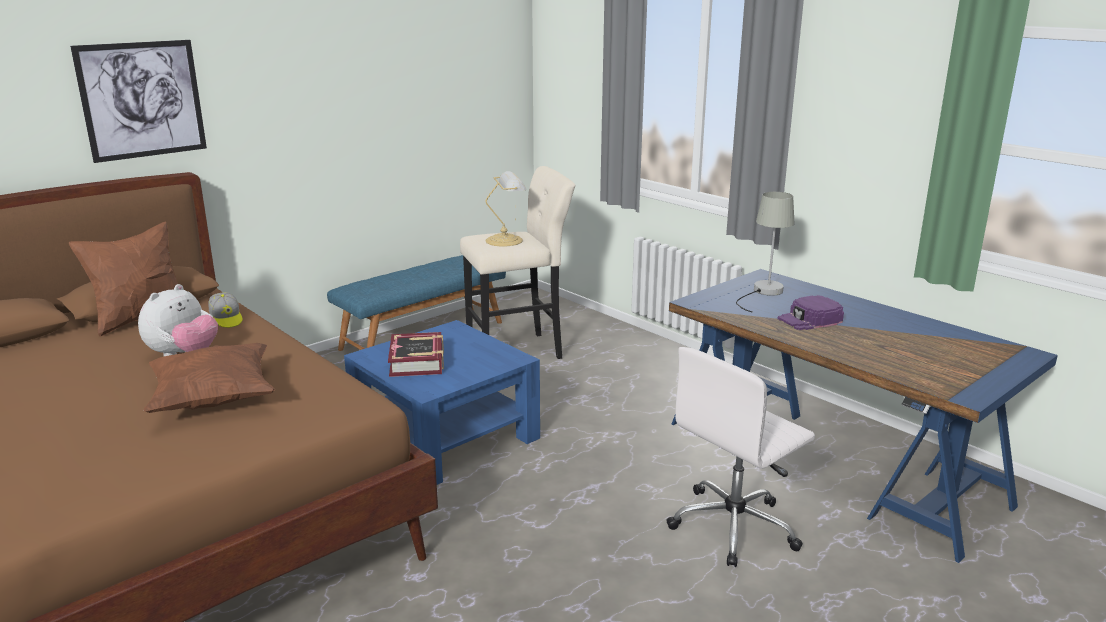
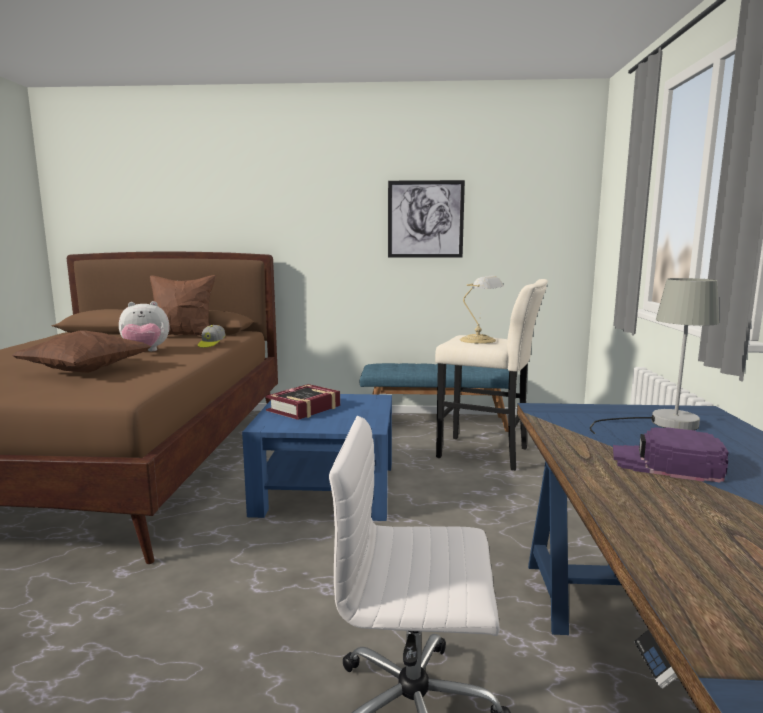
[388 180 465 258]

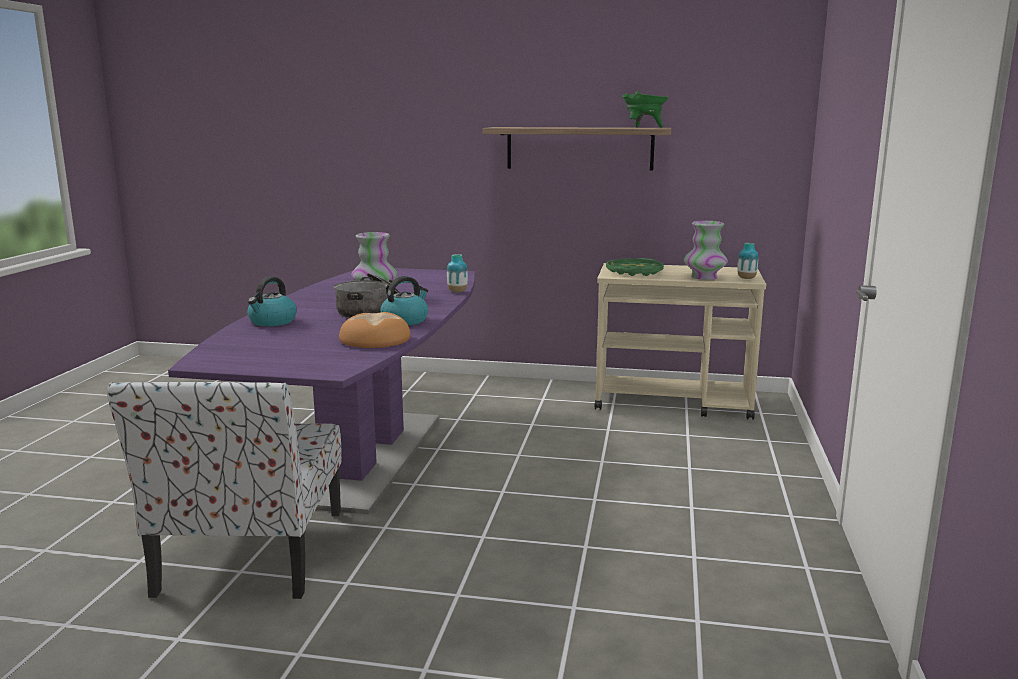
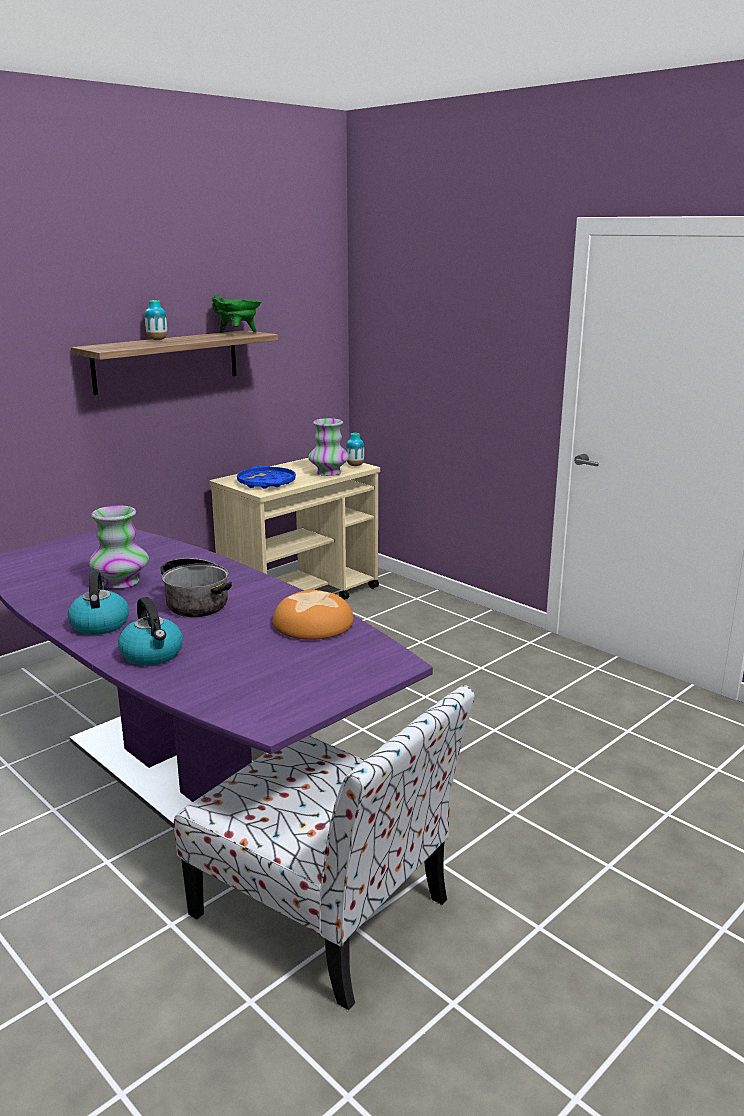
[68 571 129 635]
[145 300 167 340]
[237 466 296 489]

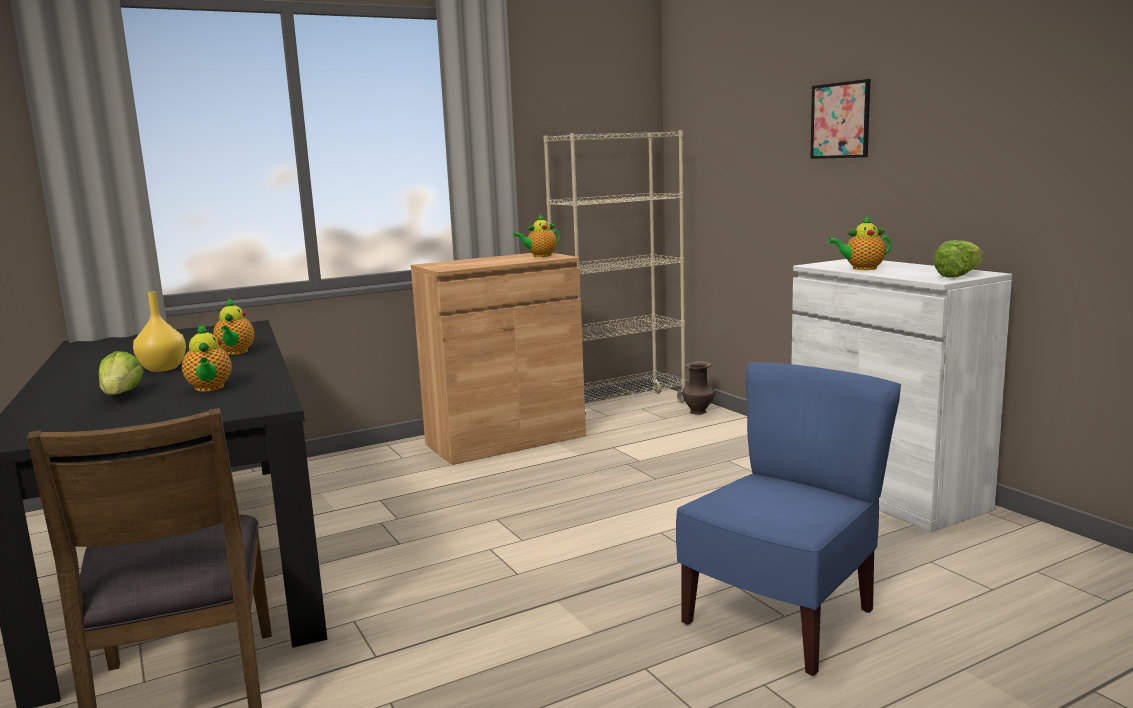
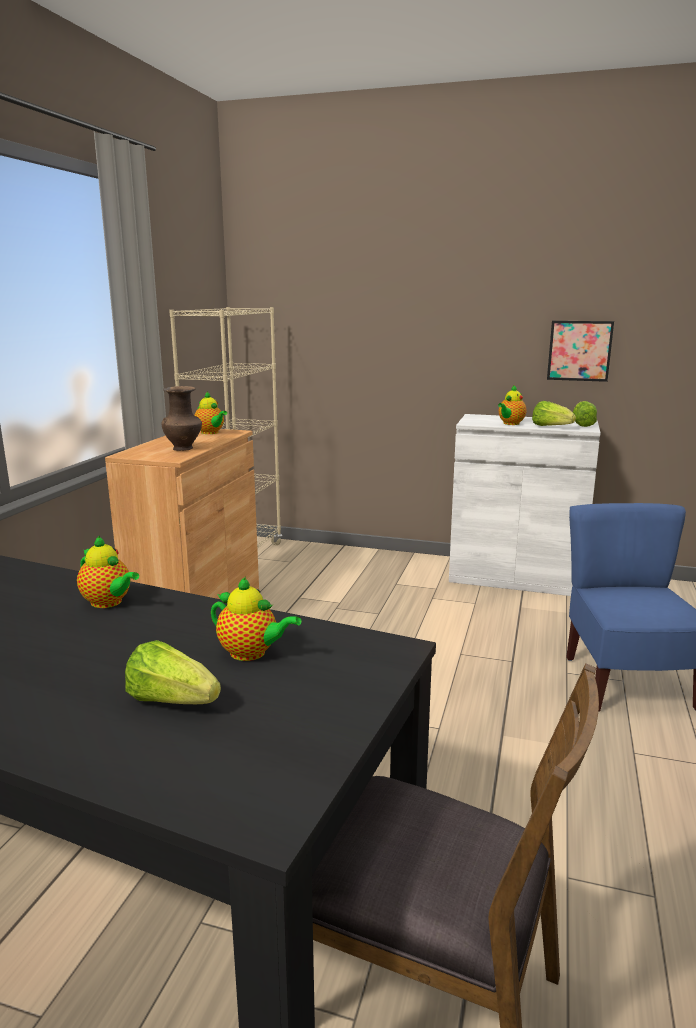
[133 291 186 372] (first image)
[194 391 227 434]
[162 386 202 451]
[547 321 614 382]
[532 401 576 426]

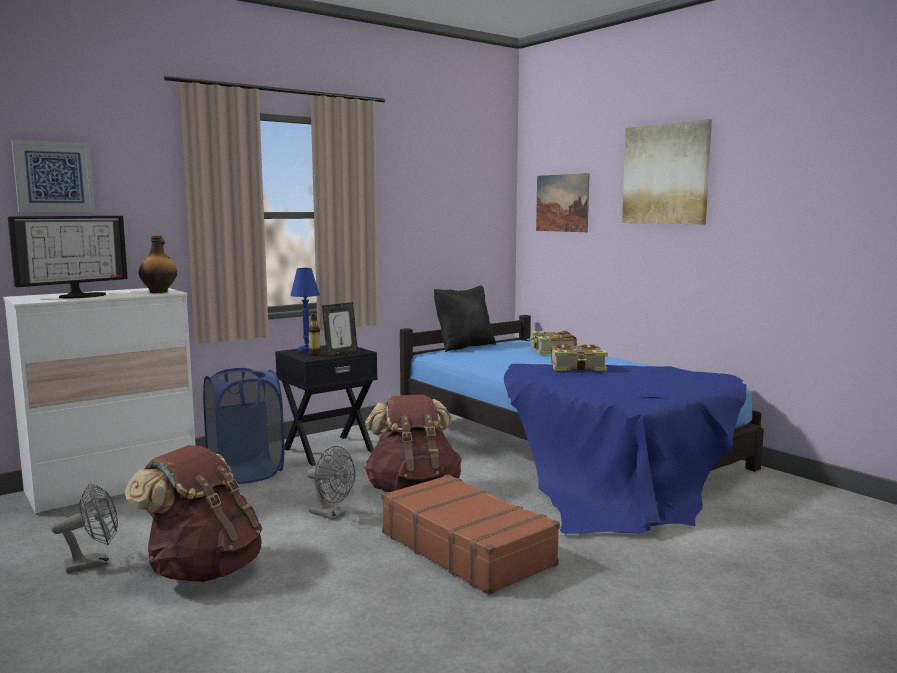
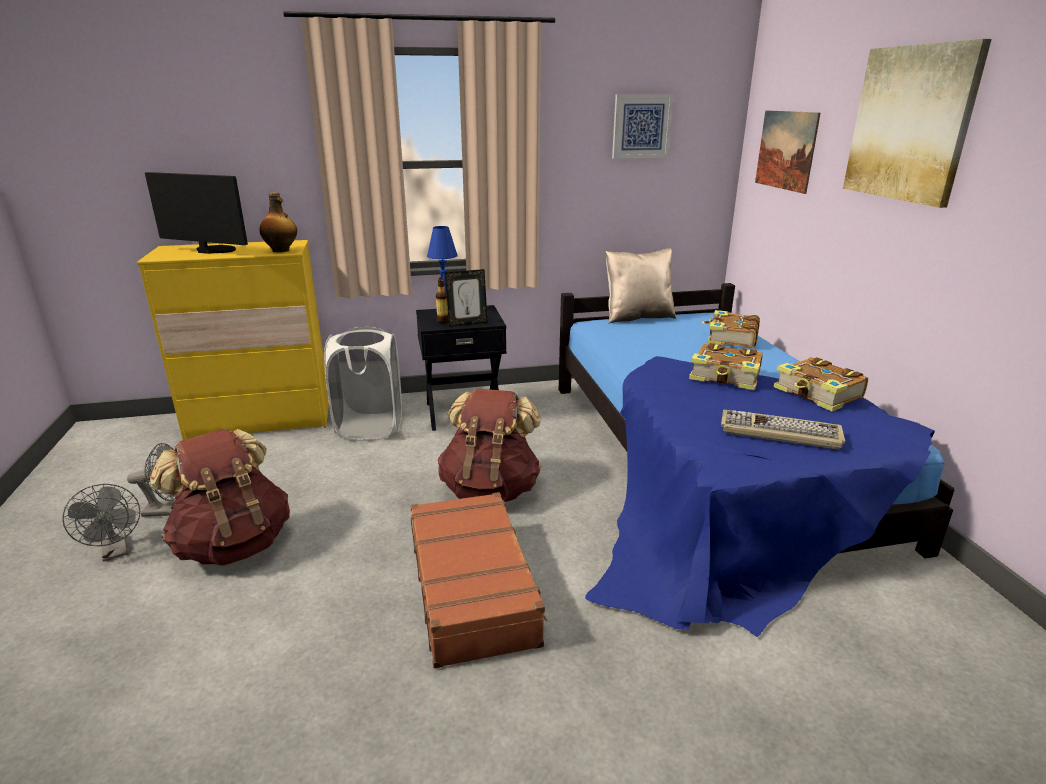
[137 240 329 440]
[145 172 248 254]
[612 94 674 159]
[324 327 402 441]
[62 484 140 561]
[606 248 676 323]
[721 410 845 449]
[774 357 868 411]

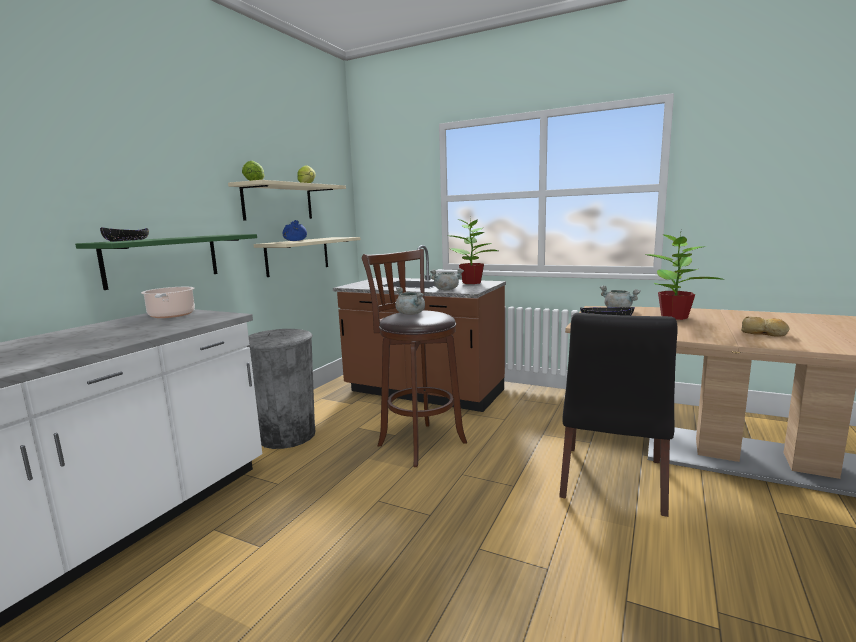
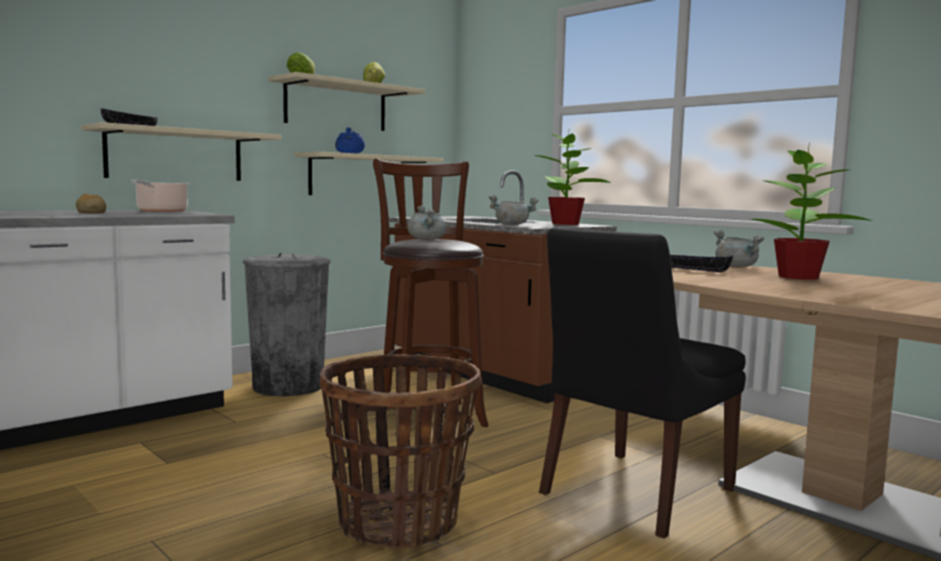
[81 122 281 181]
[76 194 106 213]
[320 354 482 549]

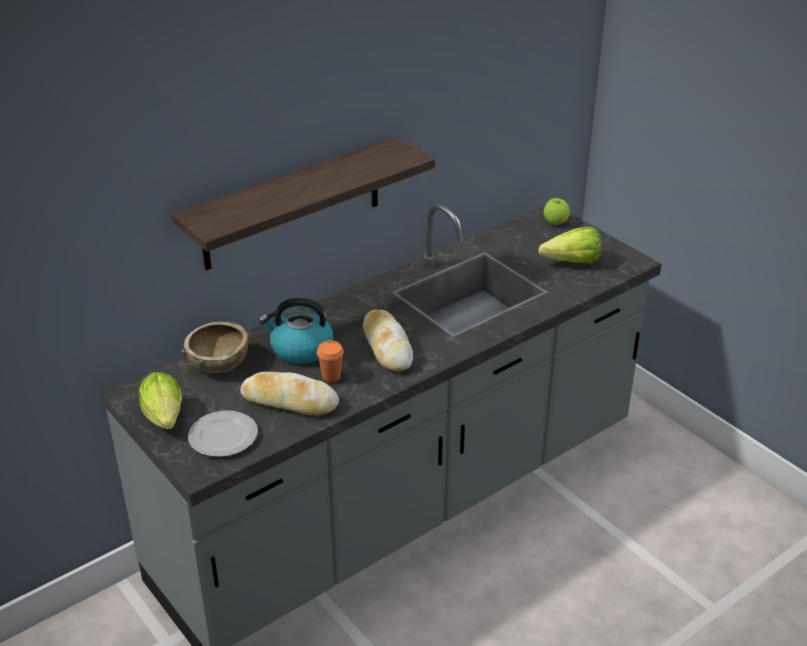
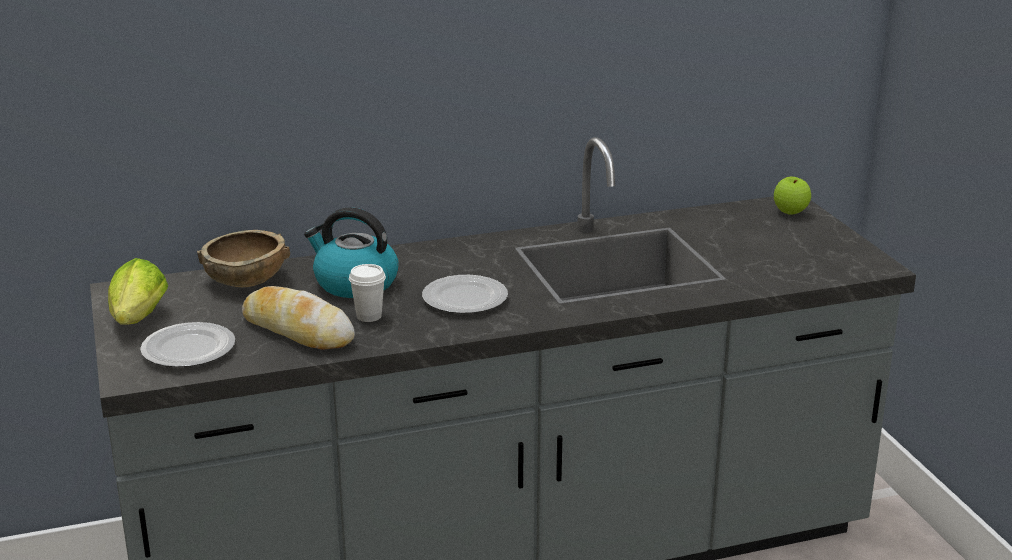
[171 137 435 270] (first image)
[349 264 386 322]
[422 275 508 314]
[539 227 601 263] (first image)

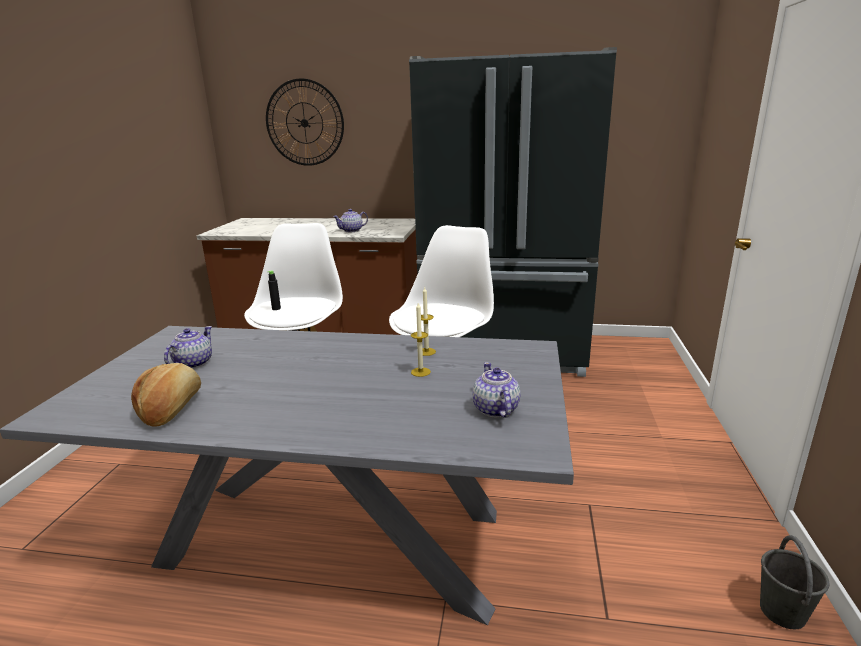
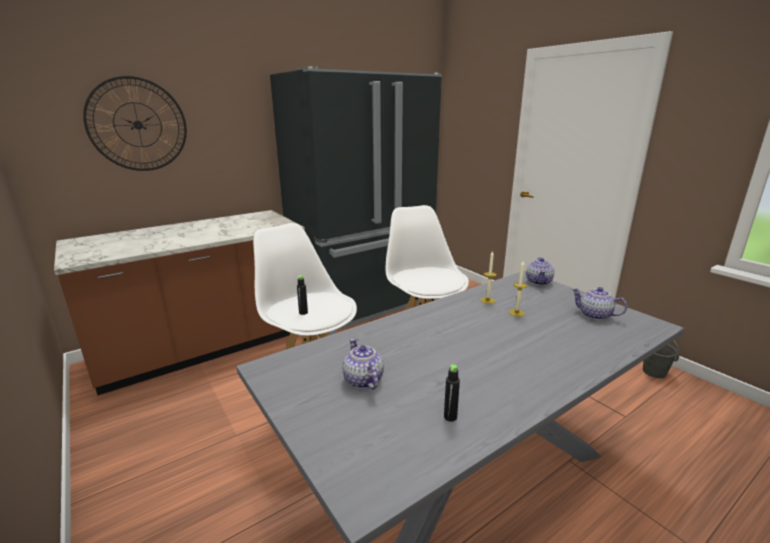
[444 364 460 422]
[526 257 554 285]

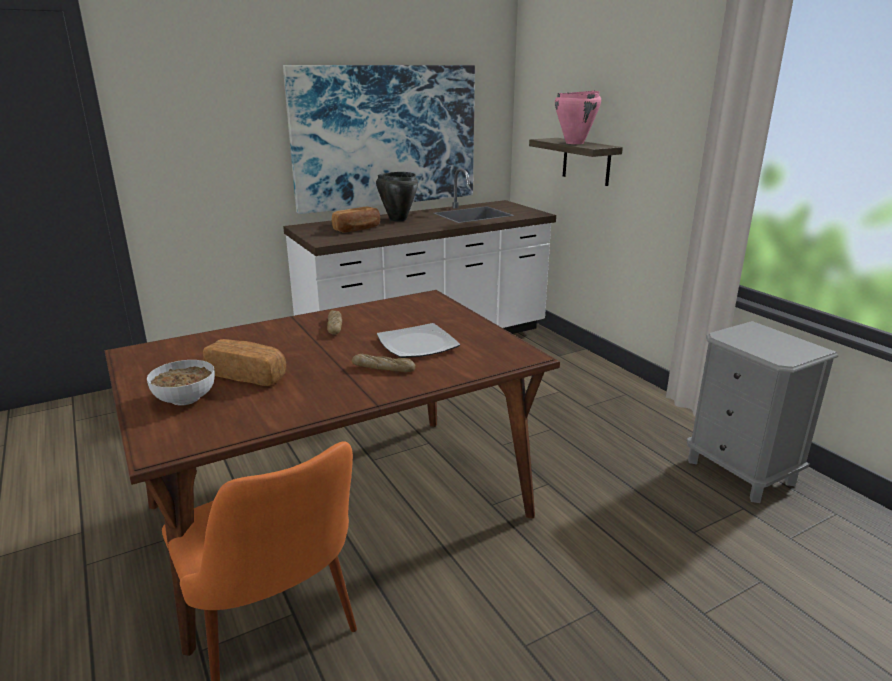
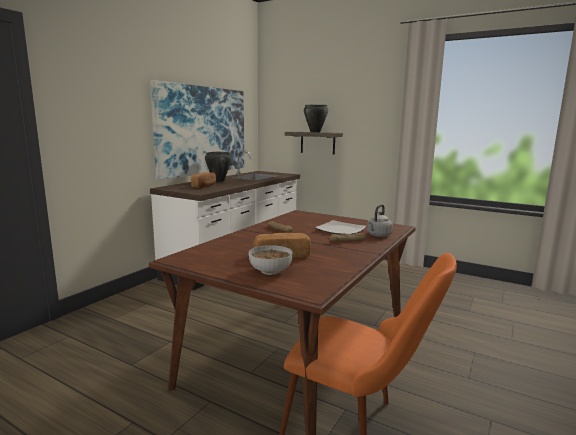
[304 104 328 132]
[687 321 838 503] (first image)
[367 205 393 237]

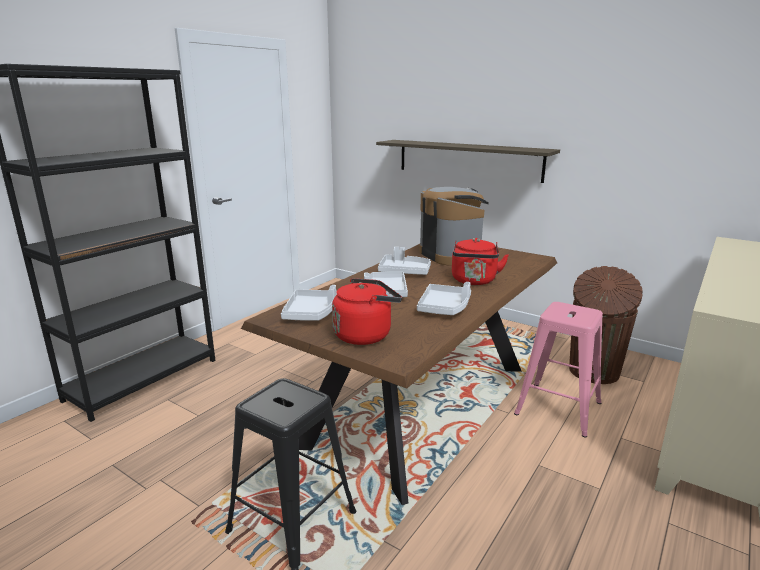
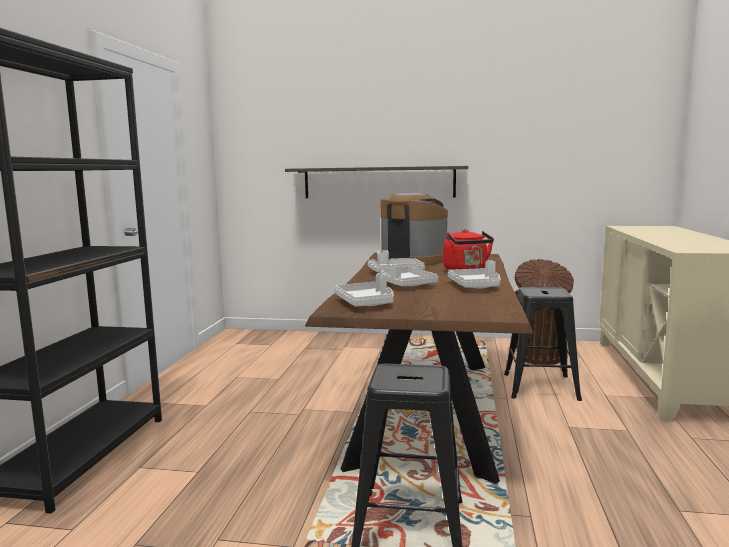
[332 278 402 345] (first image)
[504 287 582 401]

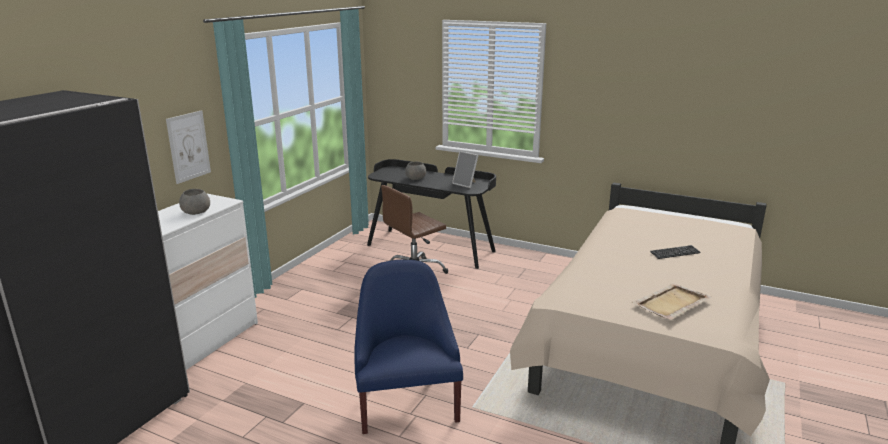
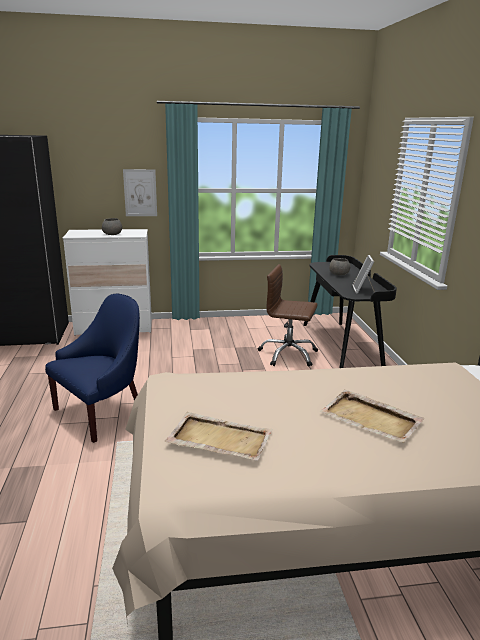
[320 390 424 443]

